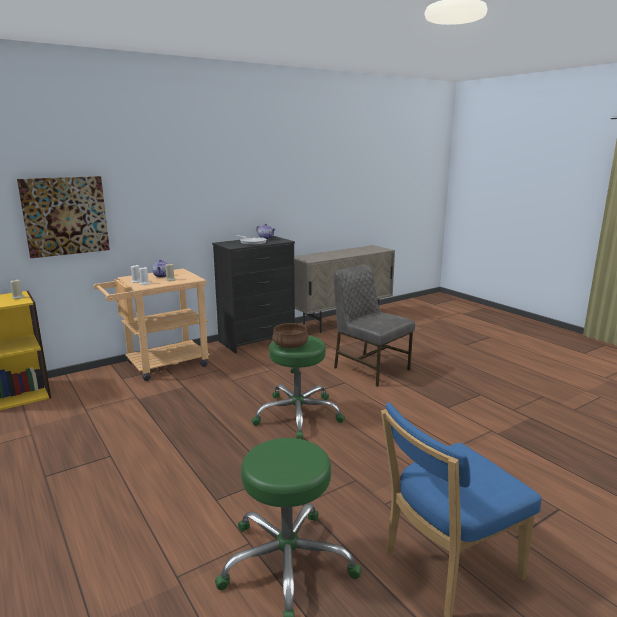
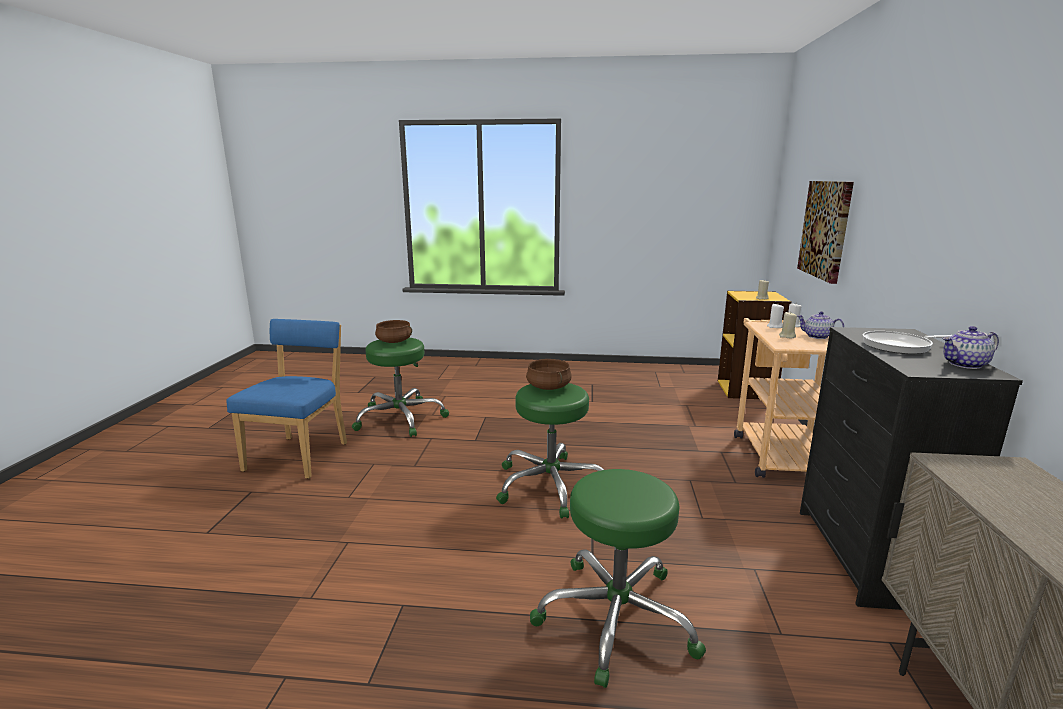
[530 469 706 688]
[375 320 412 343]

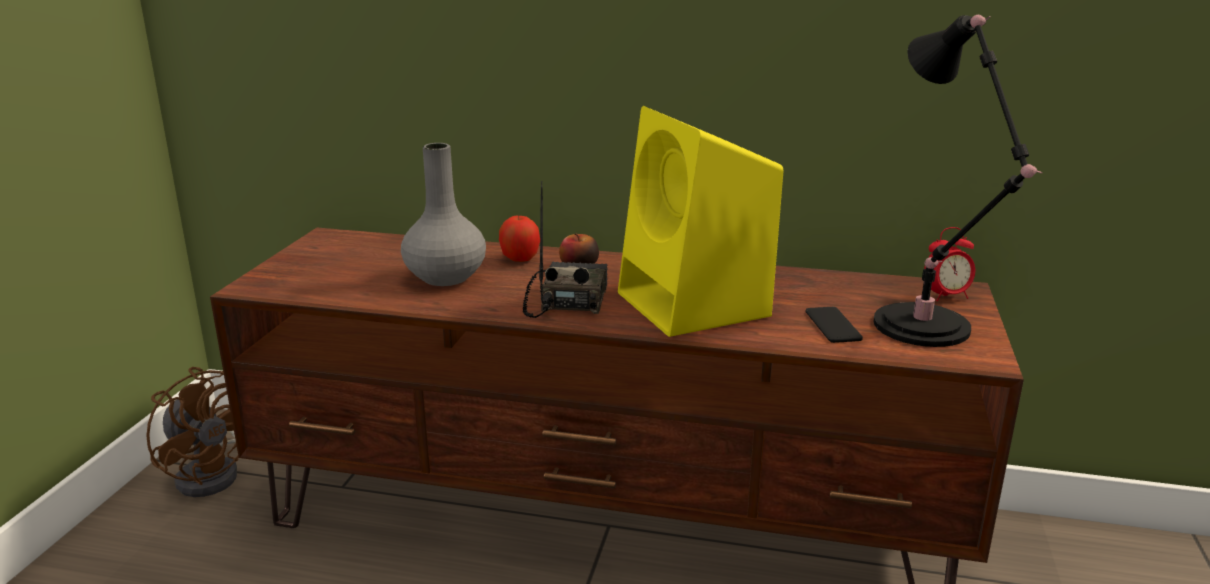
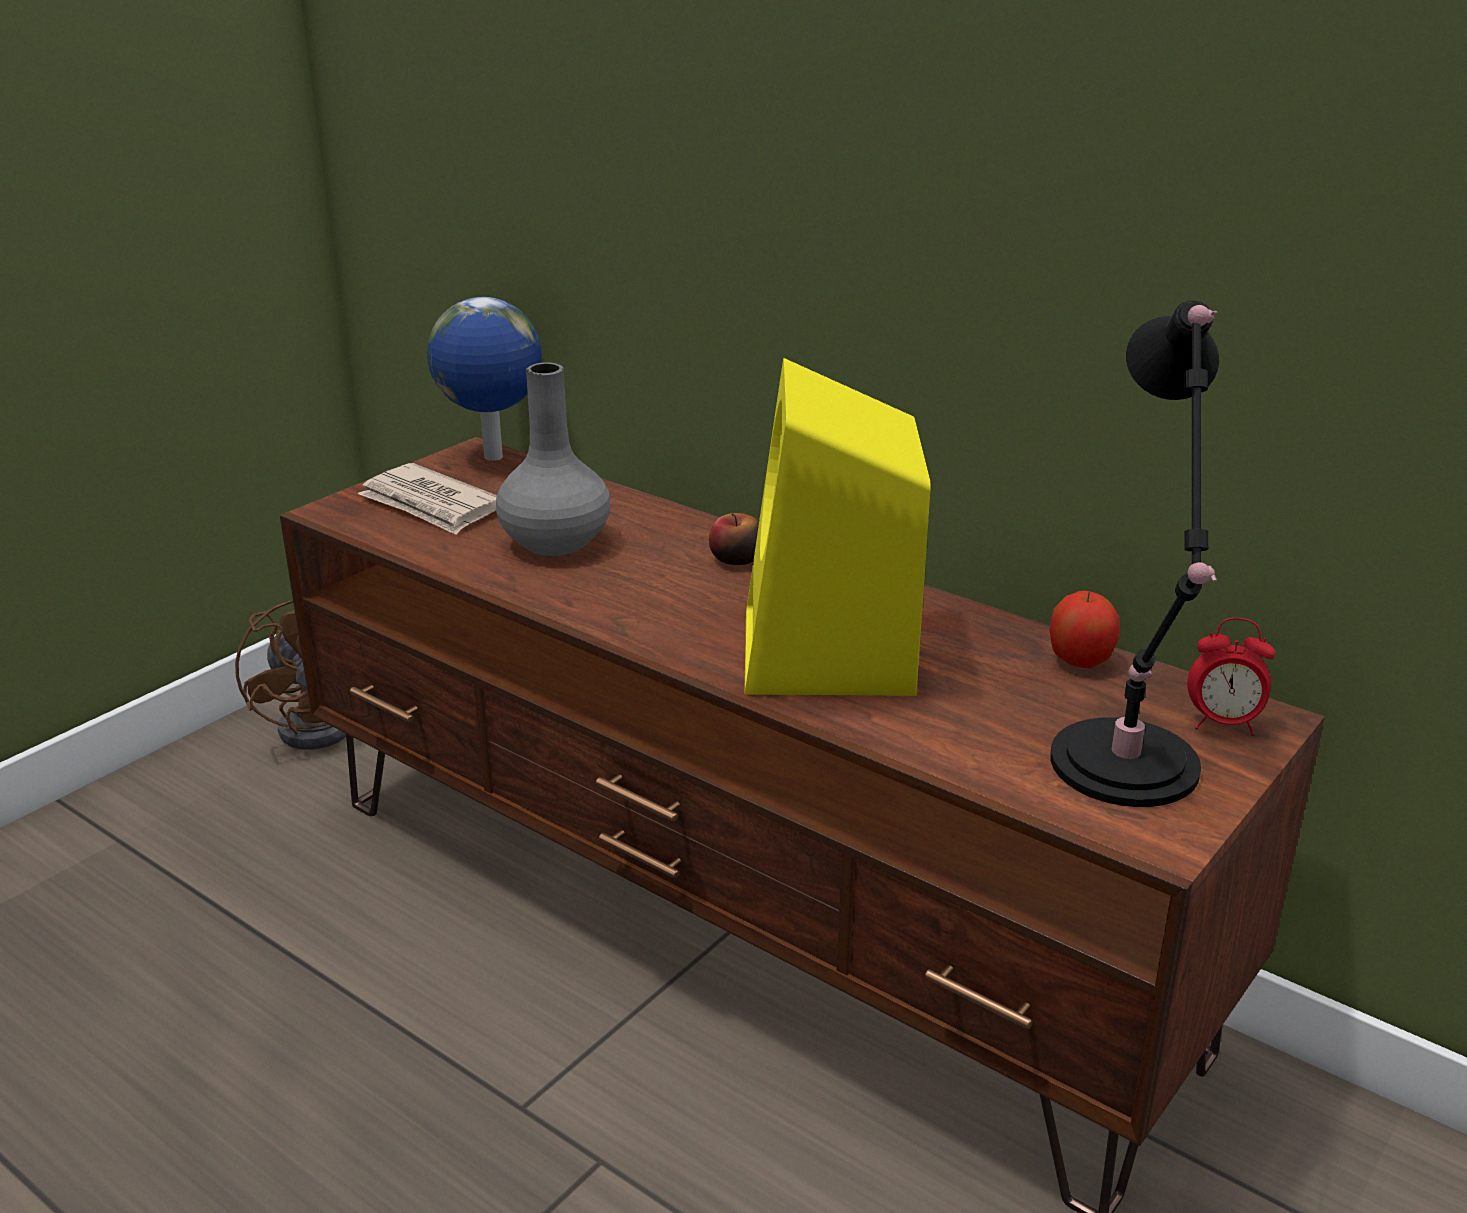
[1050 591 1120 668]
[523 181 608 318] (first image)
[806 307 863 343] (first image)
[358 463 497 535]
[427 297 542 461]

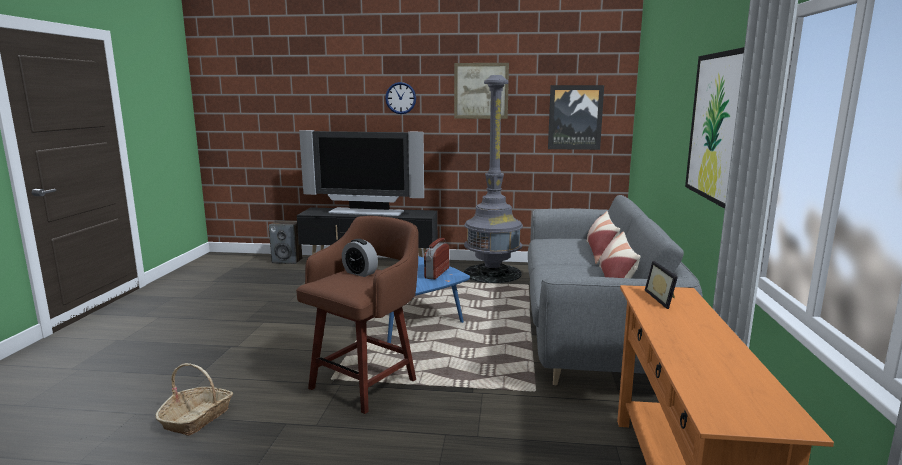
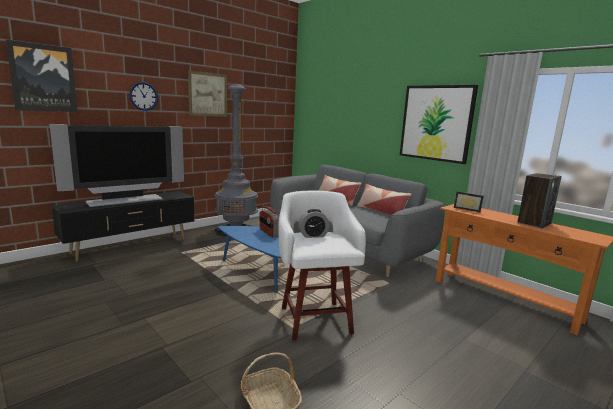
[517 173 562 229]
[278 190 366 340]
[6 40 78 112]

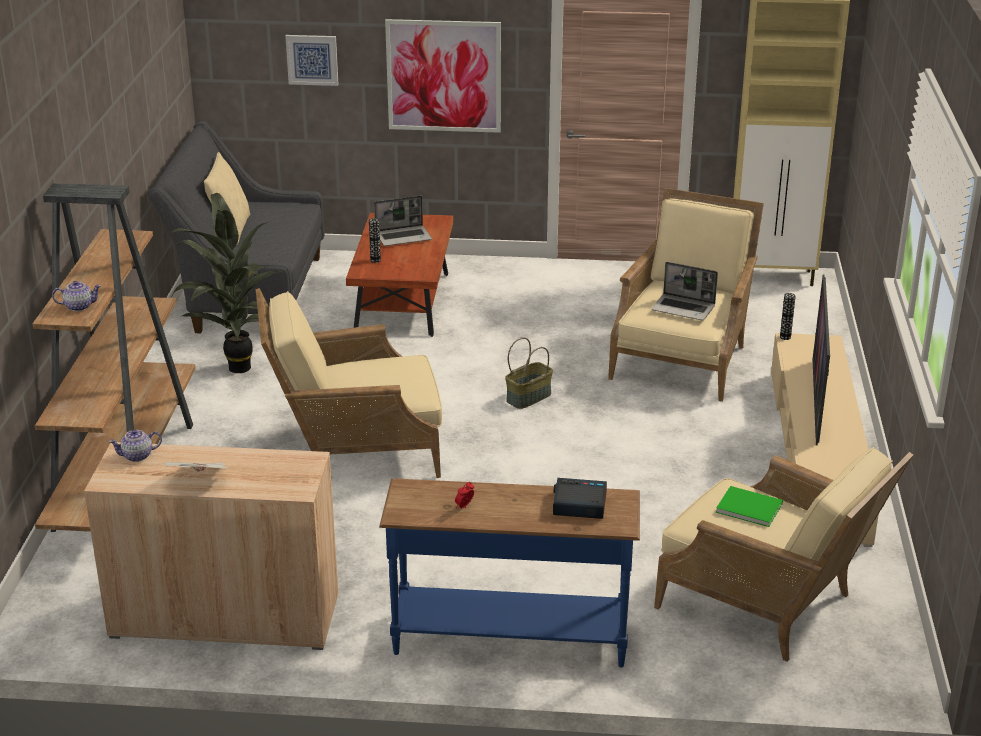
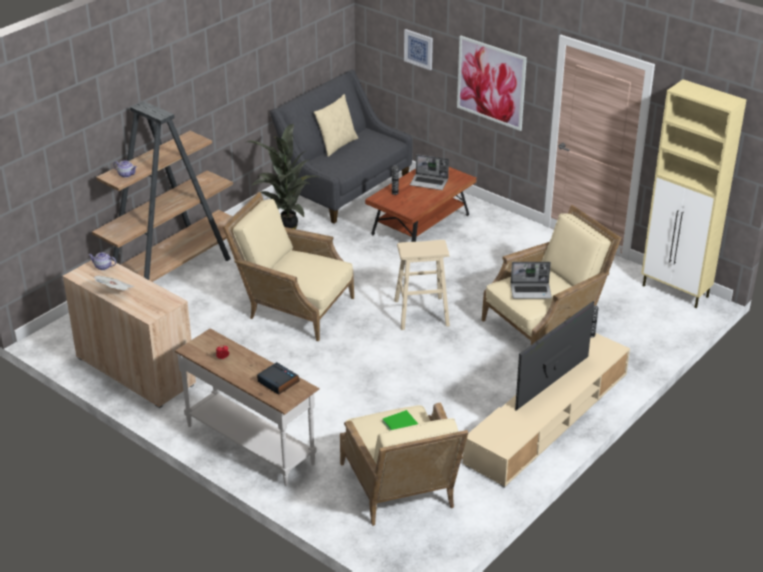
[174 328 320 486]
[394 240 450 330]
[511 262 552 299]

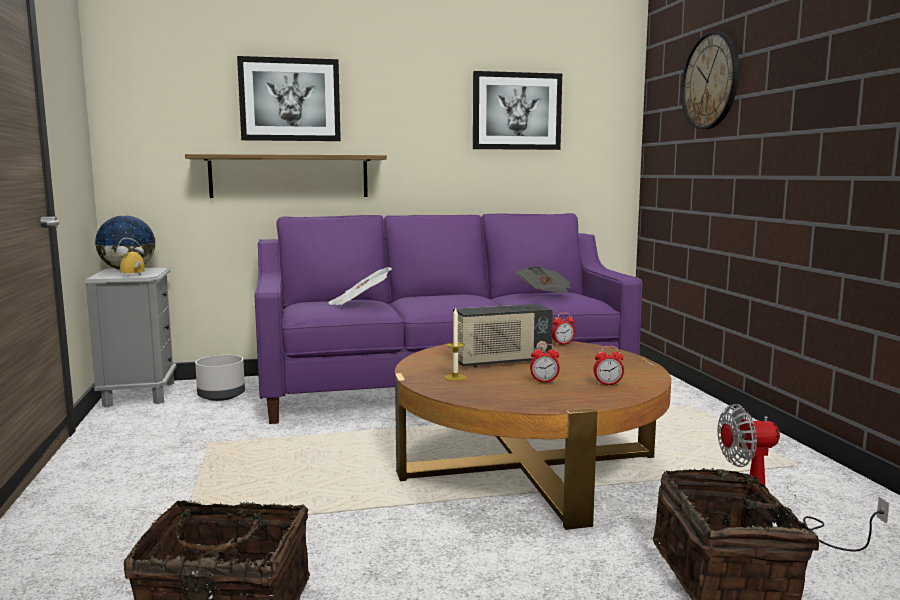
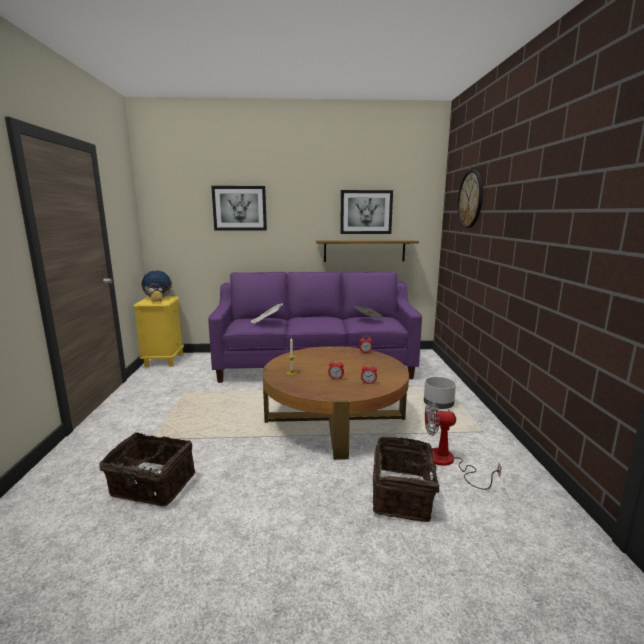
[133 296 184 367]
[316 240 419 262]
[424 377 456 409]
[453 304 553 368] (first image)

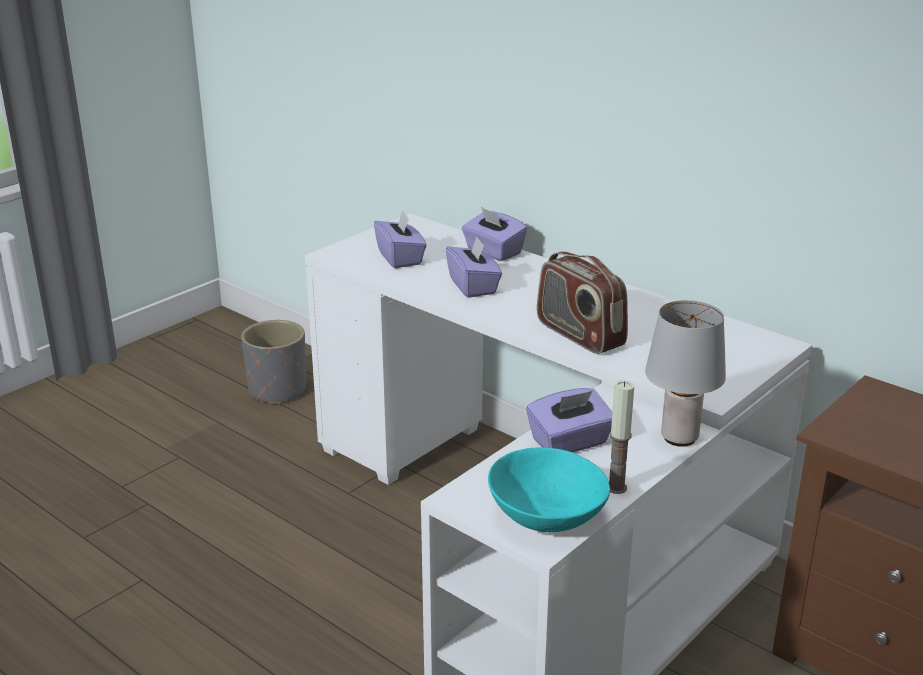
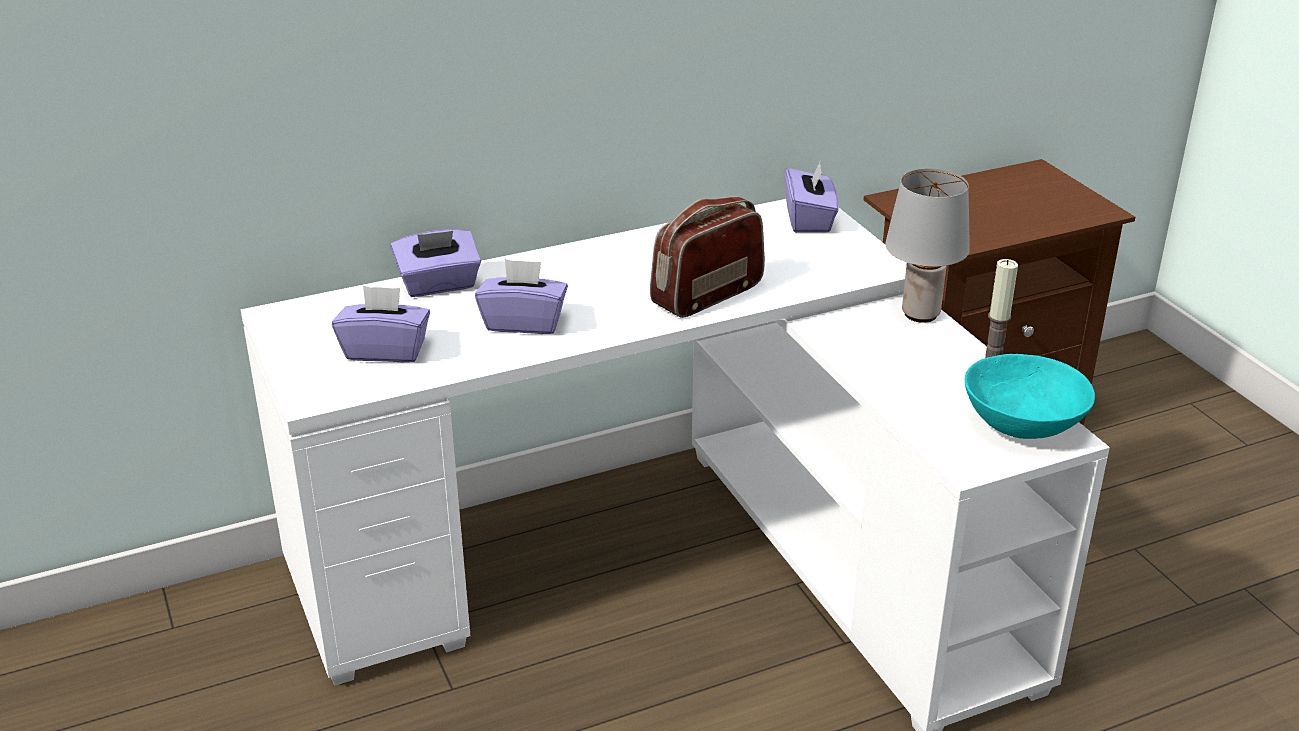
[241 320 306 404] (first image)
[785 162 839 233]
[650 196 765 318]

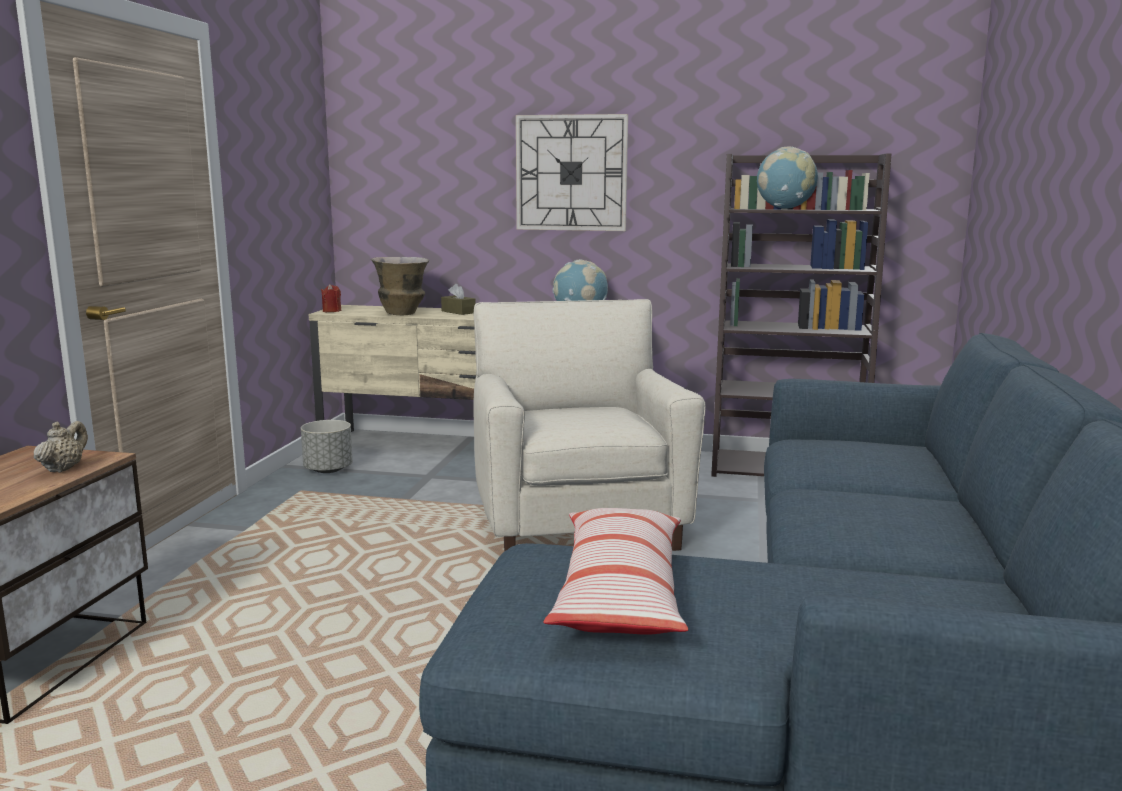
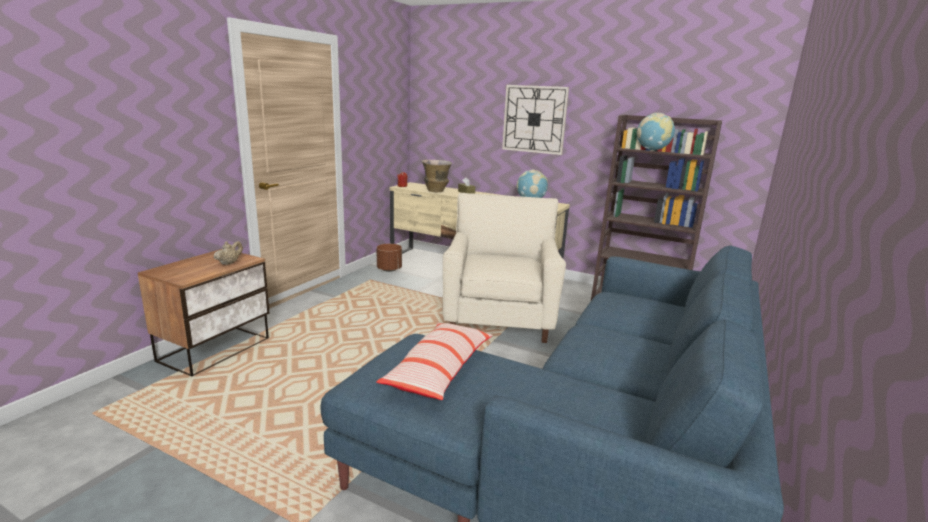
[377 244 402 272]

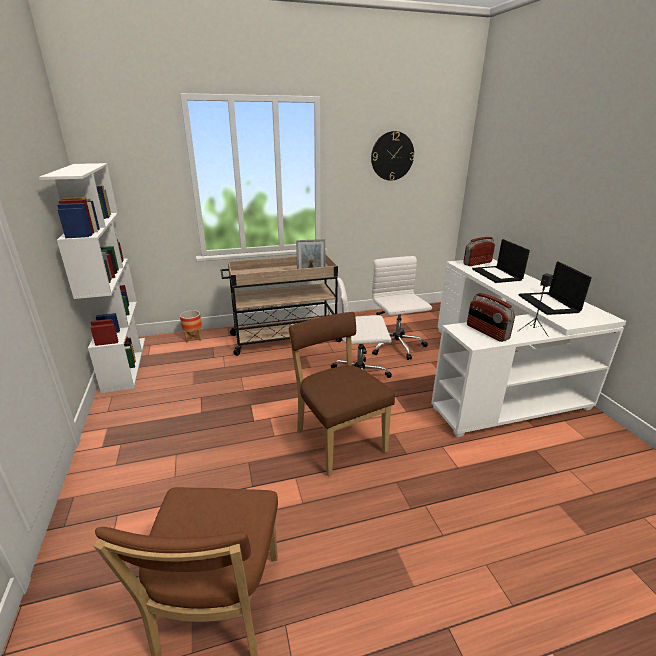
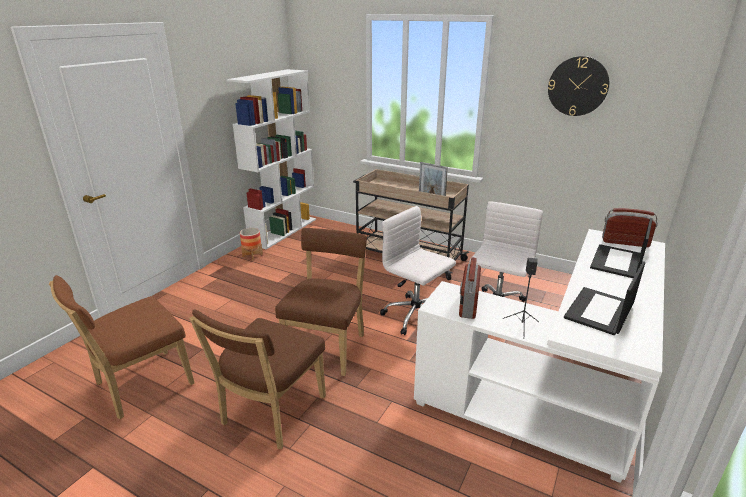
[240 228 263 260]
[189 309 326 449]

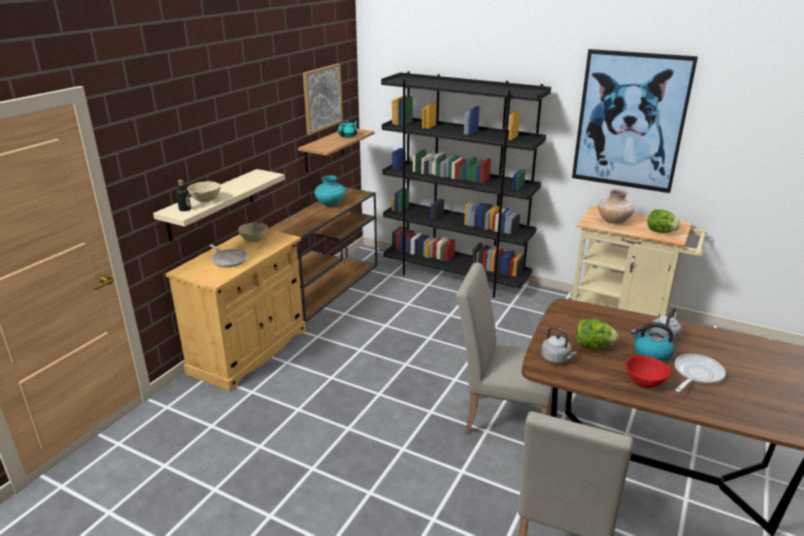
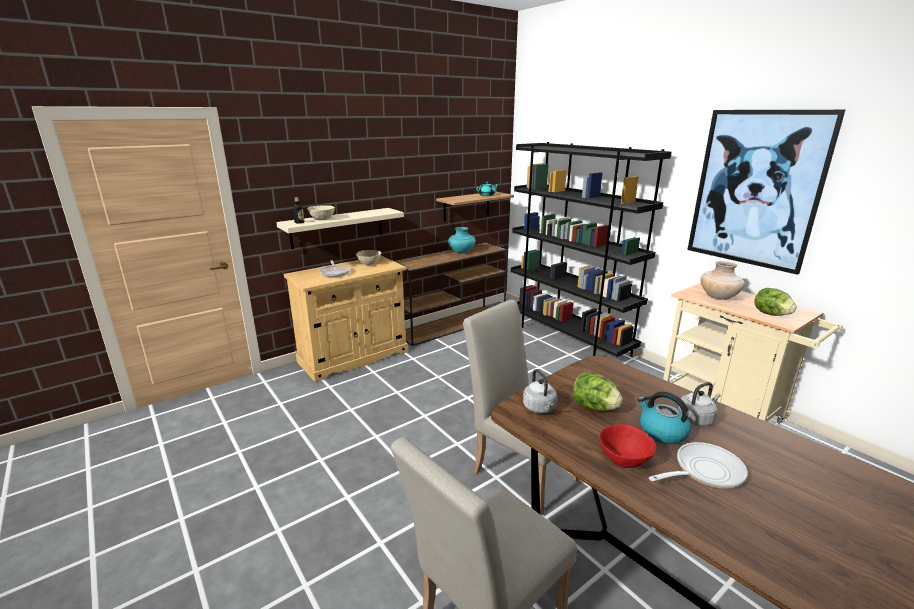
[303 64 343 135] (first image)

